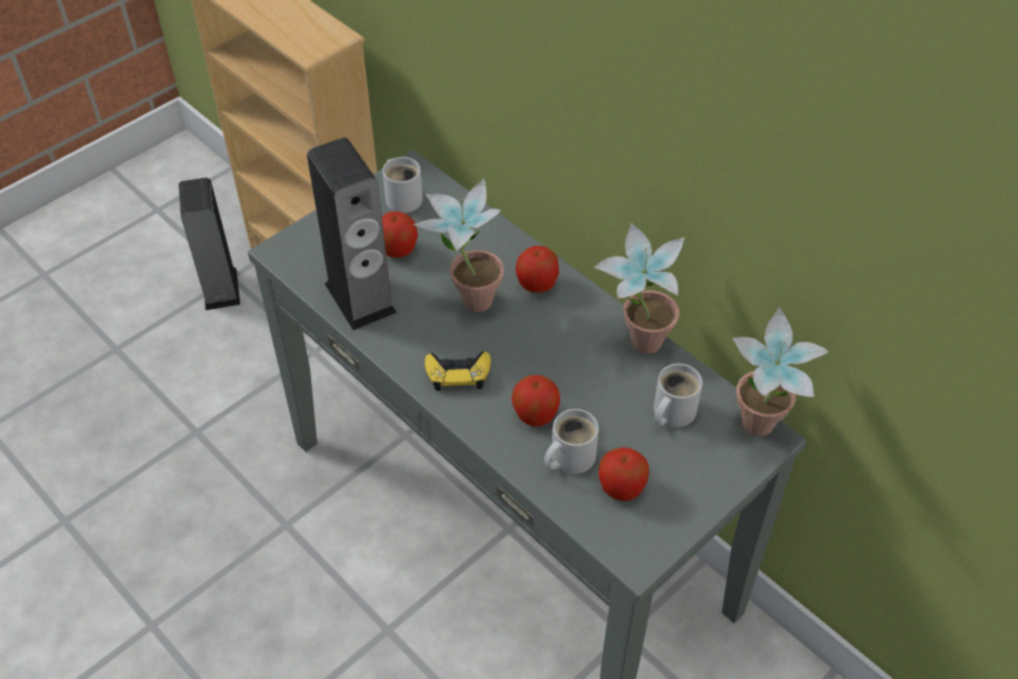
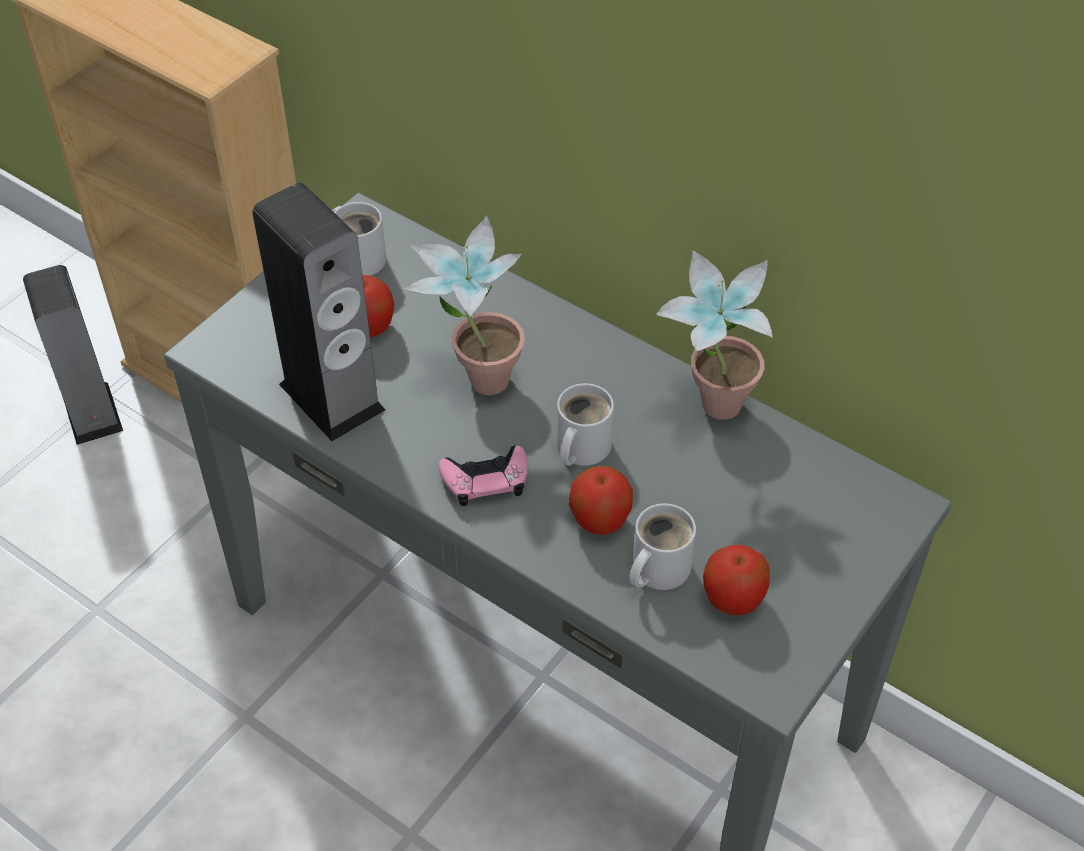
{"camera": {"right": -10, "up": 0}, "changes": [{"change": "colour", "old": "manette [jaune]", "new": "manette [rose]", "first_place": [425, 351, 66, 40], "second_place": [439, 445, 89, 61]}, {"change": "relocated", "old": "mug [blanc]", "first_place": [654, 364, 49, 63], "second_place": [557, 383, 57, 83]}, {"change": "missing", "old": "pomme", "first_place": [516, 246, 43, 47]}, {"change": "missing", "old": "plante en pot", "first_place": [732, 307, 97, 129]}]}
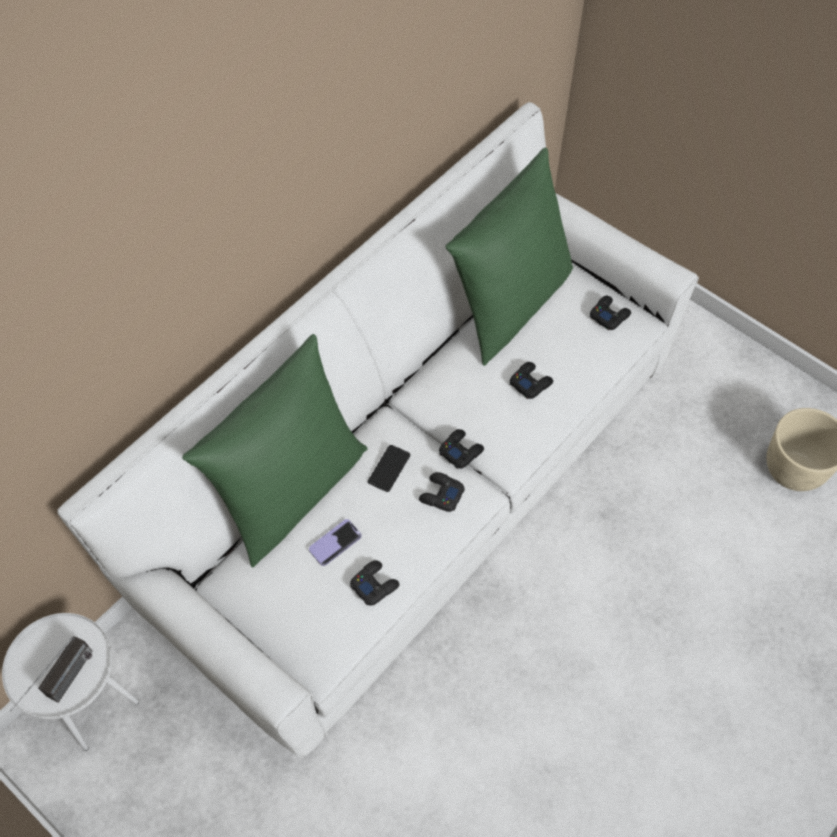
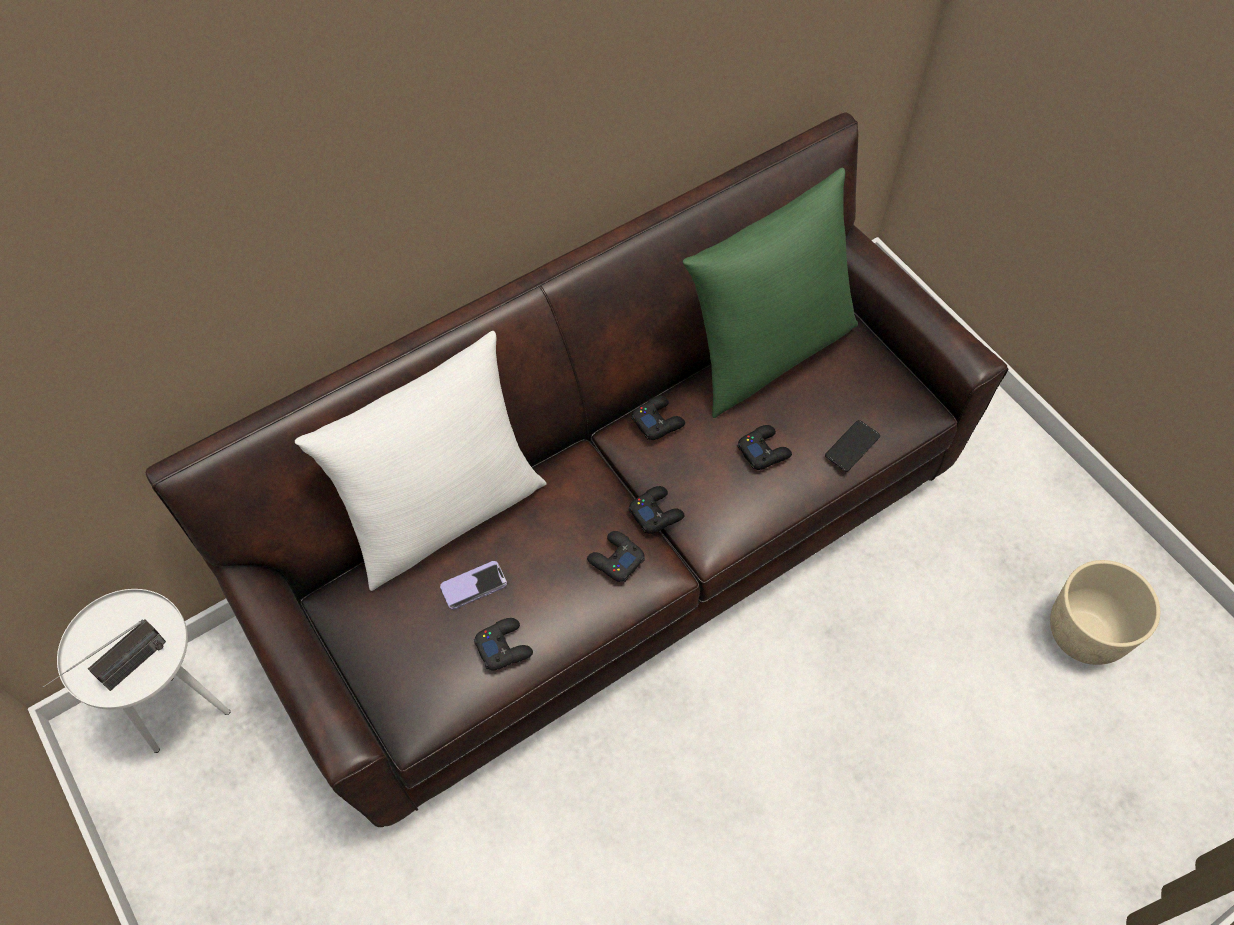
{"camera": {"right": 15, "up": 0}, "changes": [{"change": "colour", "old": "canapé [blanc]", "new": "canapé [marron]", "first_place": [57, 102, 642, 656], "second_place": [146, 112, 862, 715]}, {"change": "colour", "old": "coussin [vert]", "new": "coussin [blanc]", "first_place": [182, 334, 186, 234], "second_place": [295, 331, 252, 260]}, {"change": "relocated", "old": "manette [noir]", "first_place": [590, 296, 41, 34], "second_place": [631, 396, 54, 44]}, {"change": "relocated", "old": "téléphone", "first_place": [368, 445, 42, 47], "second_place": [825, 420, 55, 51]}]}
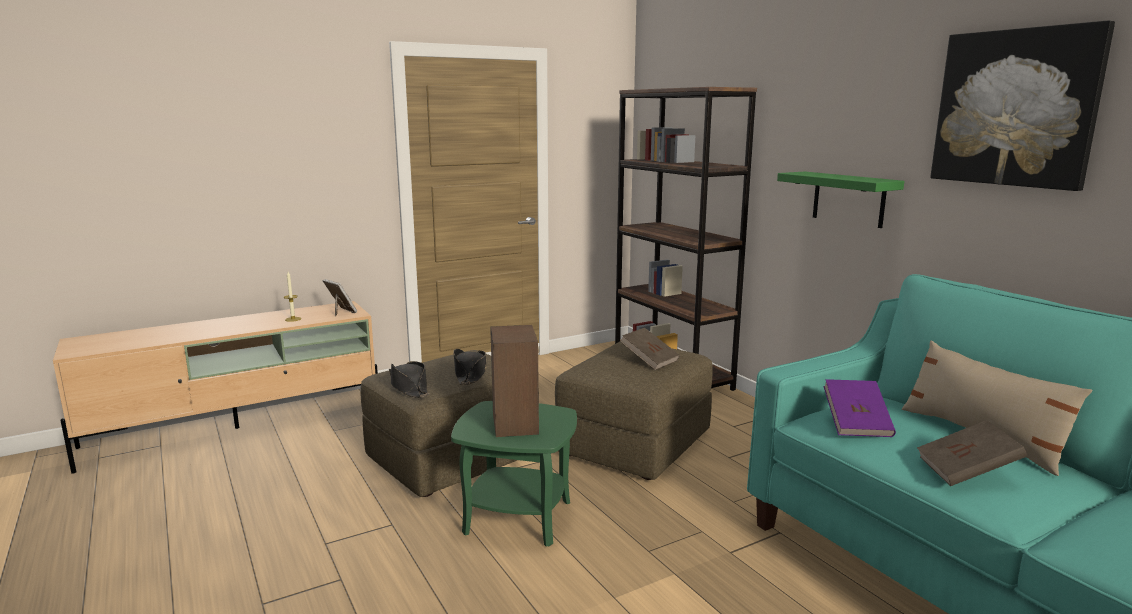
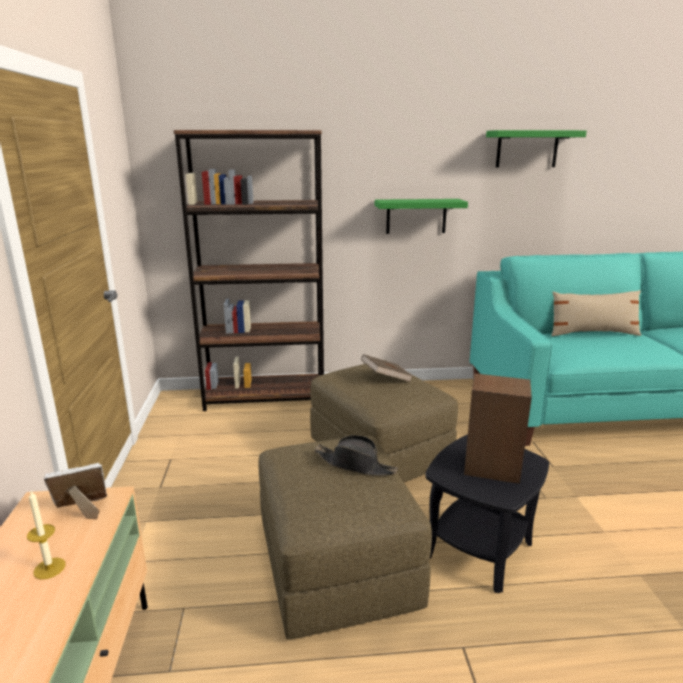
{"camera": {"right": -65, "up": 5}, "changes": [{"change": "colour", "old": "table d'appoint [vert]", "new": "table d'appoint [noir]", "first_place": [451, 401, 126, 146], "second_place": [425, 434, 124, 159]}, {"change": "exchanged", "old": "tableau", "new": "étagère [vert]", "first_place": [931, 21, 184, 170], "second_place": [486, 130, 101, 38]}, {"change": "missing", "old": "chapeau [noir]", "first_place": [389, 361, 40, 37]}, {"change": "missing", "old": "livre [violet]", "first_place": [823, 379, 73, 58]}, {"change": "missing", "old": "livre [marron]", "first_place": [917, 420, 110, 66]}]}
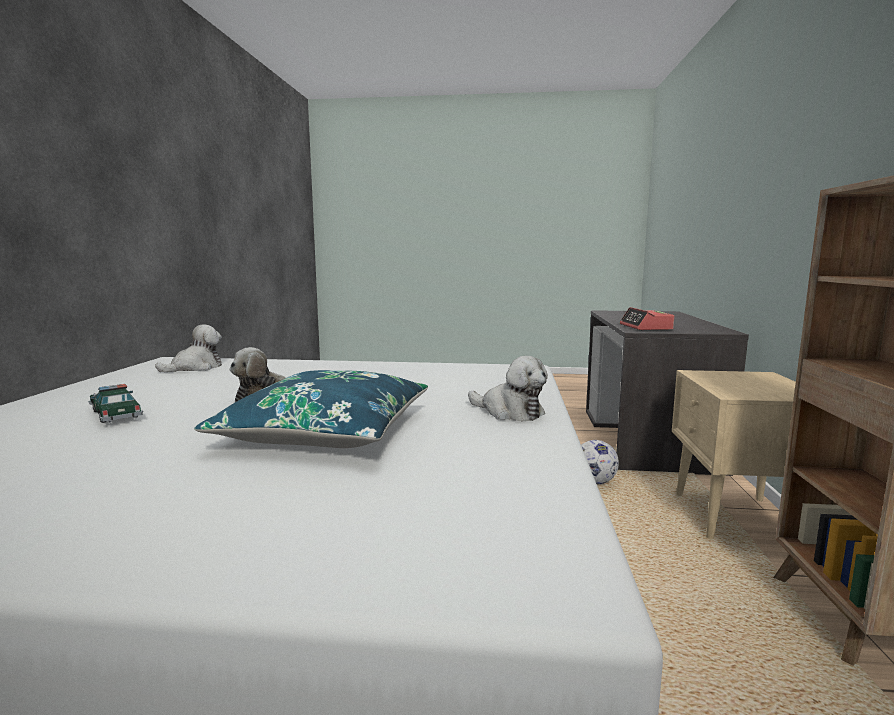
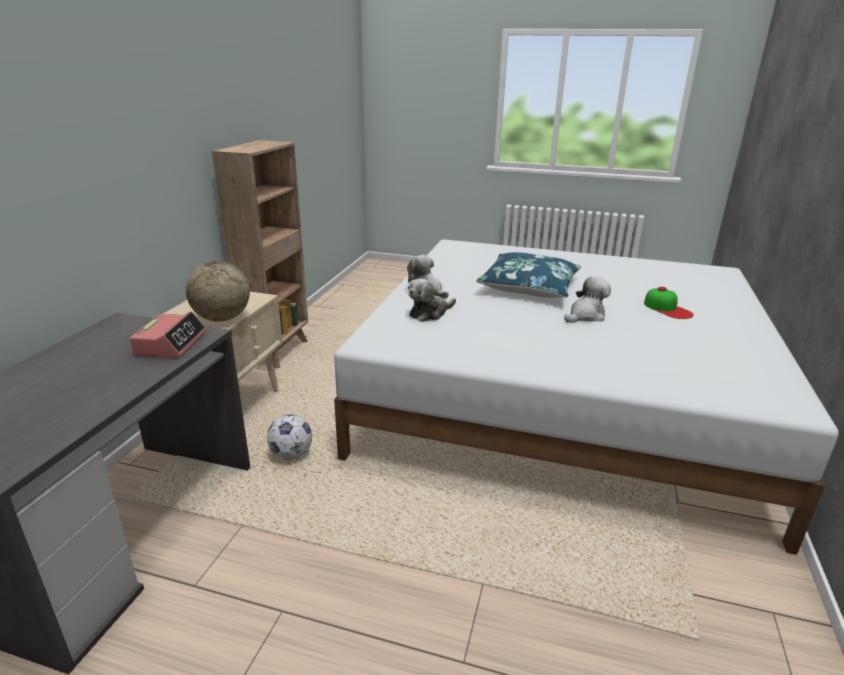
{"camera": {"right": -170, "up": 15}, "changes": [{"change": "appeared", "new": "globe", "second_place": [186, 261, 64, 61]}, {"change": "relocated", "old": "peluche", "first_place": [155, 325, 67, 47], "second_place": [409, 279, 47, 43]}, {"change": "exchanged", "old": "petite voiture", "new": "casquette", "first_place": [88, 384, 55, 39], "second_place": [644, 287, 50, 32]}]}
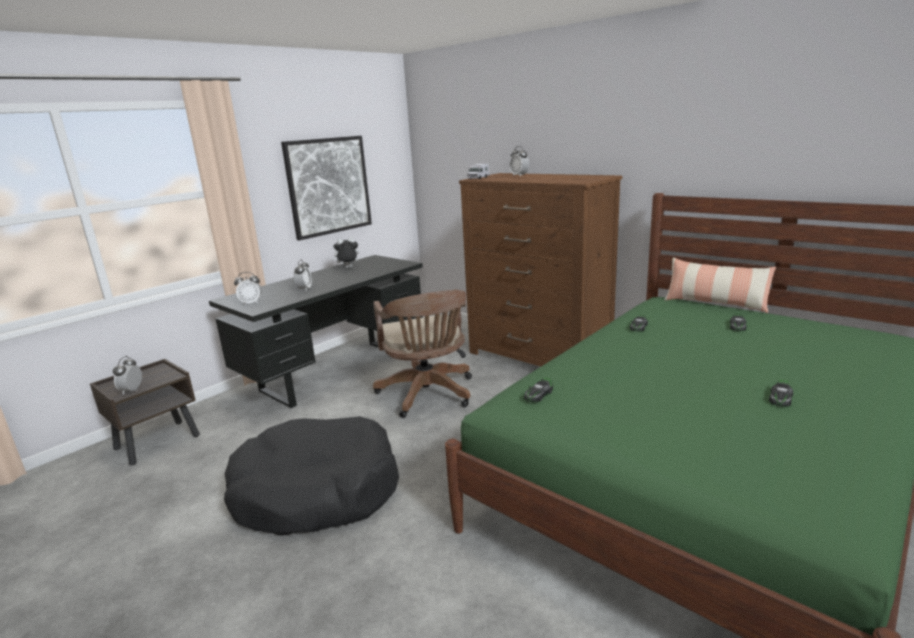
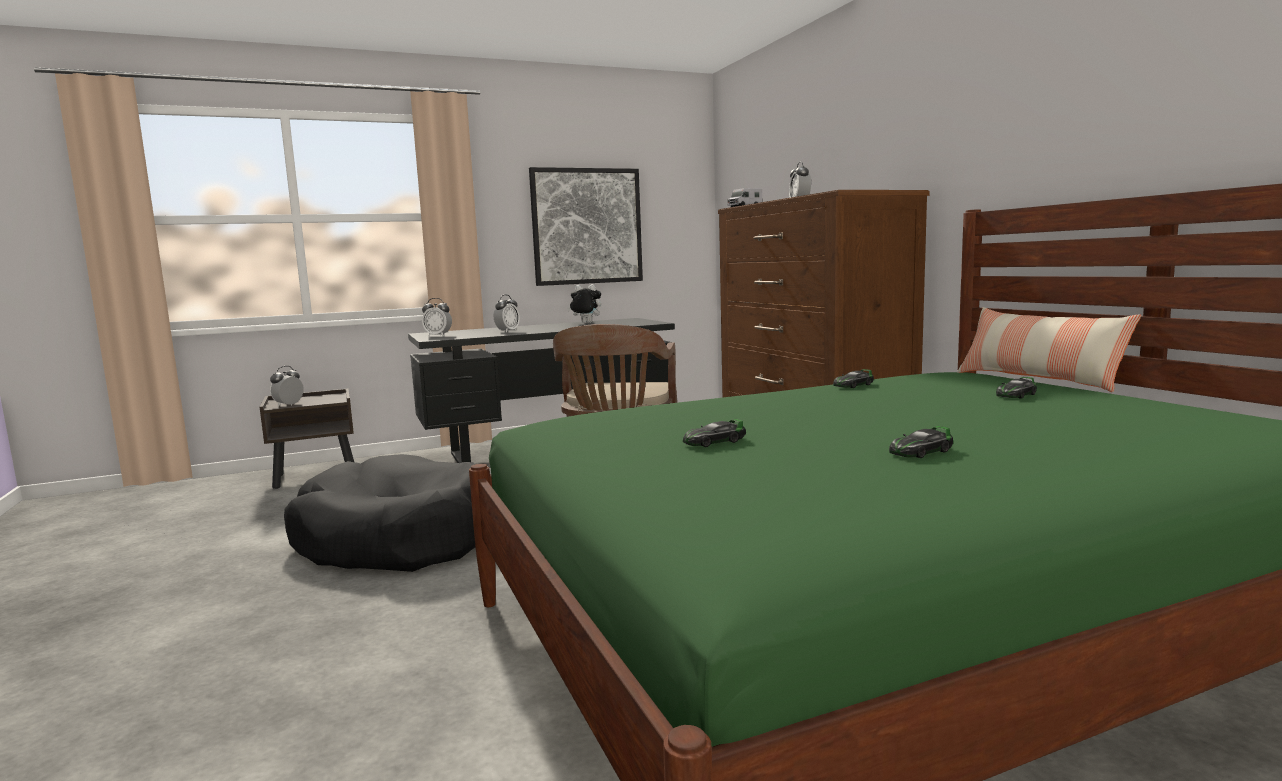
{"camera": {"right": 25, "up": -10}, "changes": [{"change": "relocated", "old": "petite voiture", "first_place": [524, 378, 29, 25], "second_place": [683, 419, 63, 28]}]}
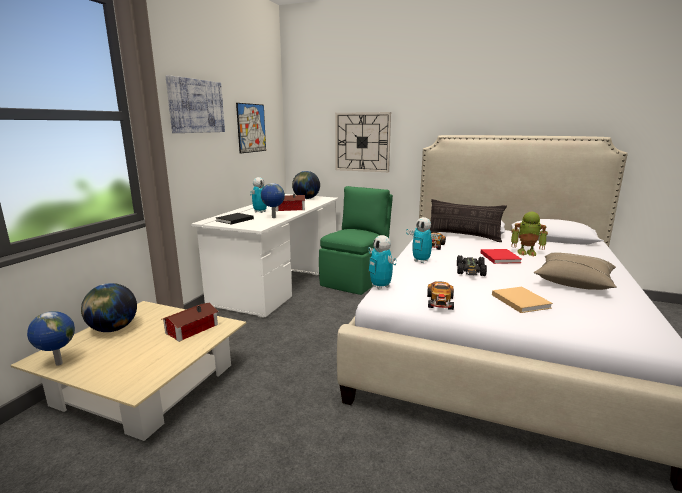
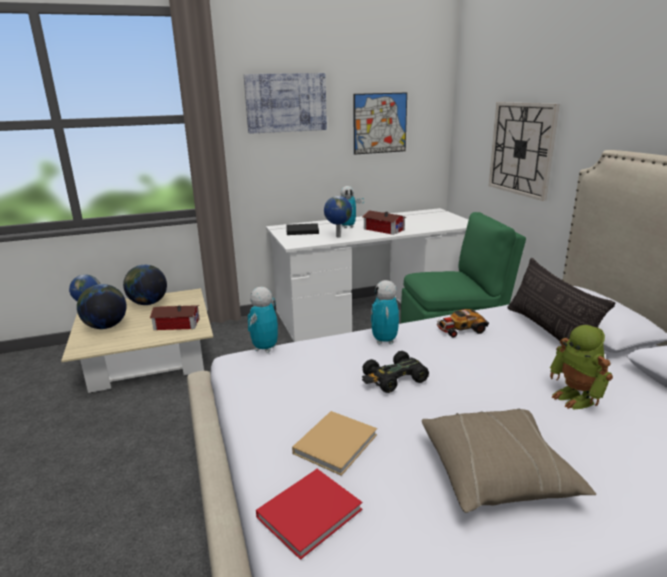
{"camera": {"right": 50, "up": 5}, "changes": [{"change": "relocated", "old": "globe", "first_place": [292, 171, 28, 28], "second_place": [77, 284, 49, 45]}, {"change": "relocated", "old": "livre [rouge]", "first_place": [481, 249, 40, 15], "second_place": [256, 469, 106, 91]}, {"change": "missing", "old": "petite voiture", "first_place": [427, 281, 27, 29]}]}
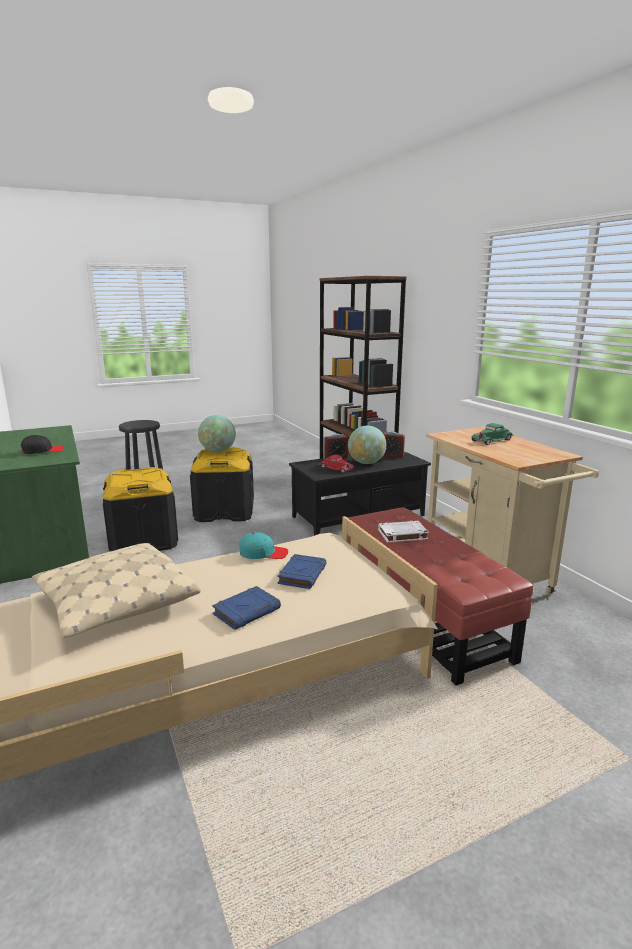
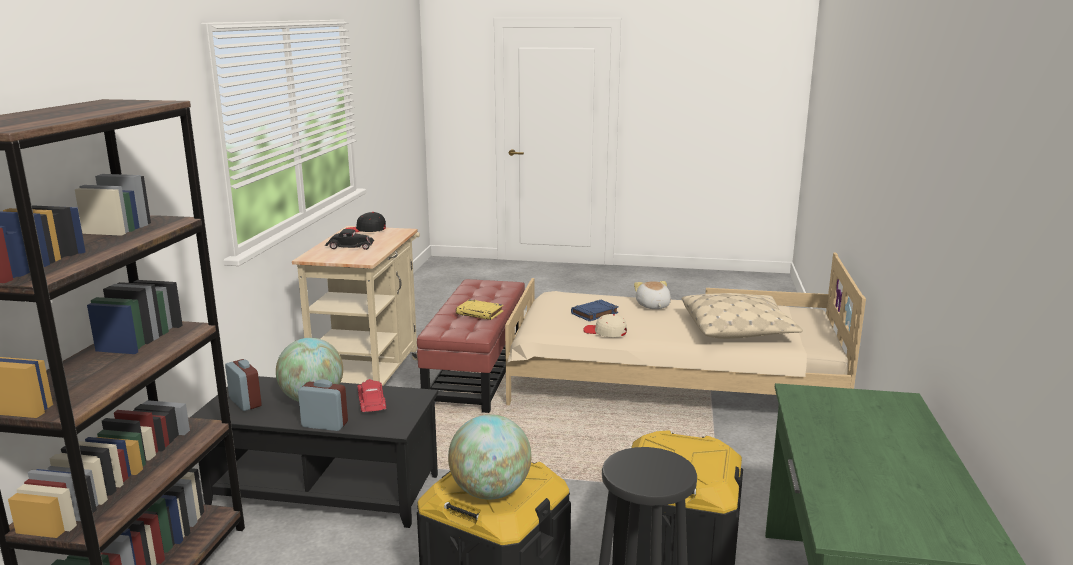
{"camera": {"right": -145, "up": 0}, "changes": [{"change": "colour", "old": "petite voiture [vert]", "new": "petite voiture [noir]", "first_place": [471, 423, 42, 22], "second_place": [325, 229, 49, 21]}, {"change": "relocated", "old": "casquette [noir]", "first_place": [21, 435, 43, 19], "second_place": [345, 212, 41, 20]}, {"change": "colour", "old": "livre [blanc]", "new": "livre [jaune]", "first_place": [378, 521, 51, 21], "second_place": [456, 299, 48, 21]}, {"change": "colour", "old": "casquette [turquoise]", "new": "casquette [beige]", "first_place": [239, 532, 49, 27], "second_place": [583, 314, 44, 23]}, {"change": "exchanged", "old": "livre [bleu]", "new": "peluche", "first_place": [212, 586, 69, 44], "second_place": [634, 281, 37, 28]}]}
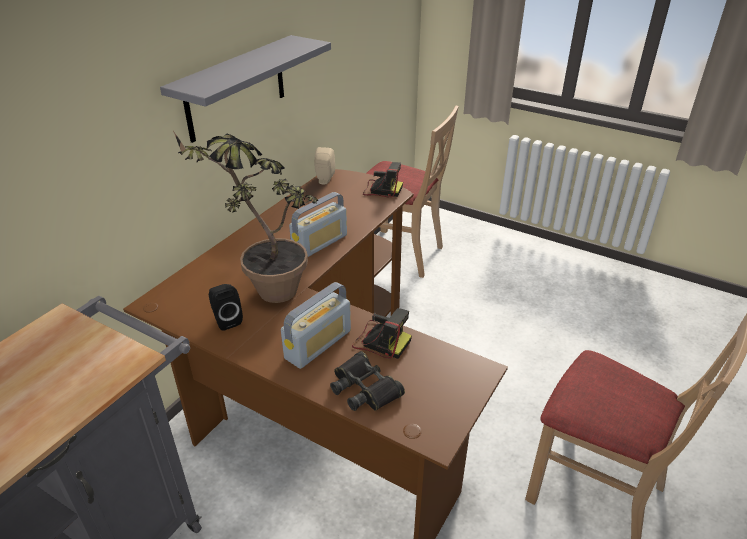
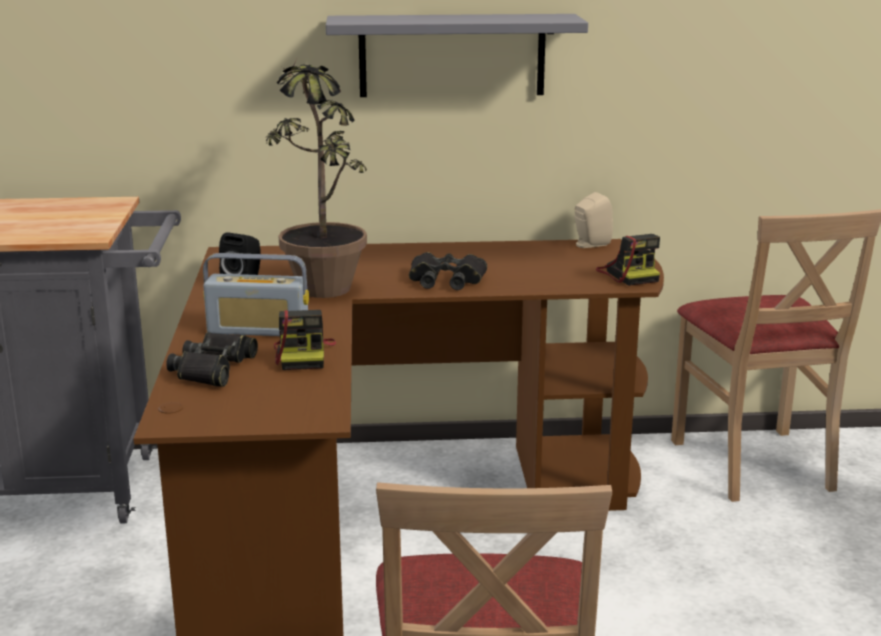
{"camera": {"right": 55, "up": -15}, "changes": [{"change": "exchanged", "old": "radio", "new": "jumelles [noir]", "first_place": [289, 192, 58, 65], "second_place": [409, 252, 78, 38]}]}
